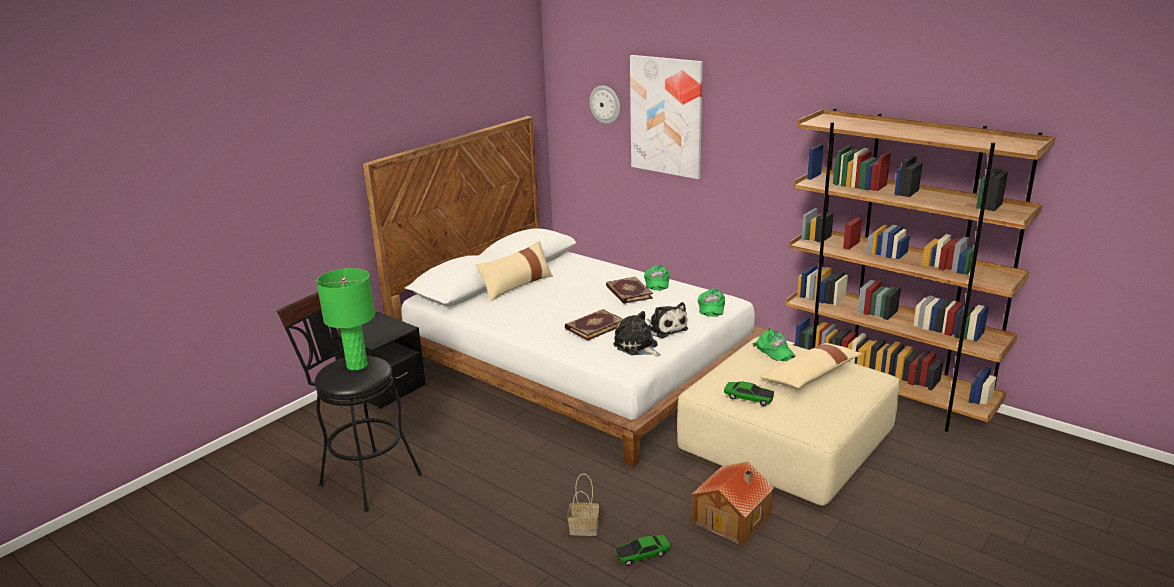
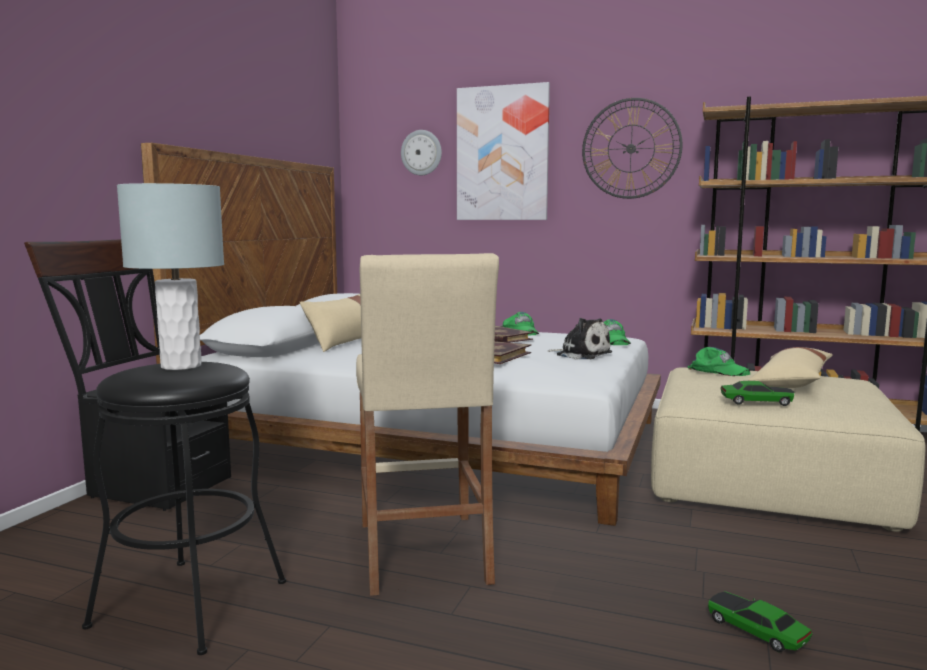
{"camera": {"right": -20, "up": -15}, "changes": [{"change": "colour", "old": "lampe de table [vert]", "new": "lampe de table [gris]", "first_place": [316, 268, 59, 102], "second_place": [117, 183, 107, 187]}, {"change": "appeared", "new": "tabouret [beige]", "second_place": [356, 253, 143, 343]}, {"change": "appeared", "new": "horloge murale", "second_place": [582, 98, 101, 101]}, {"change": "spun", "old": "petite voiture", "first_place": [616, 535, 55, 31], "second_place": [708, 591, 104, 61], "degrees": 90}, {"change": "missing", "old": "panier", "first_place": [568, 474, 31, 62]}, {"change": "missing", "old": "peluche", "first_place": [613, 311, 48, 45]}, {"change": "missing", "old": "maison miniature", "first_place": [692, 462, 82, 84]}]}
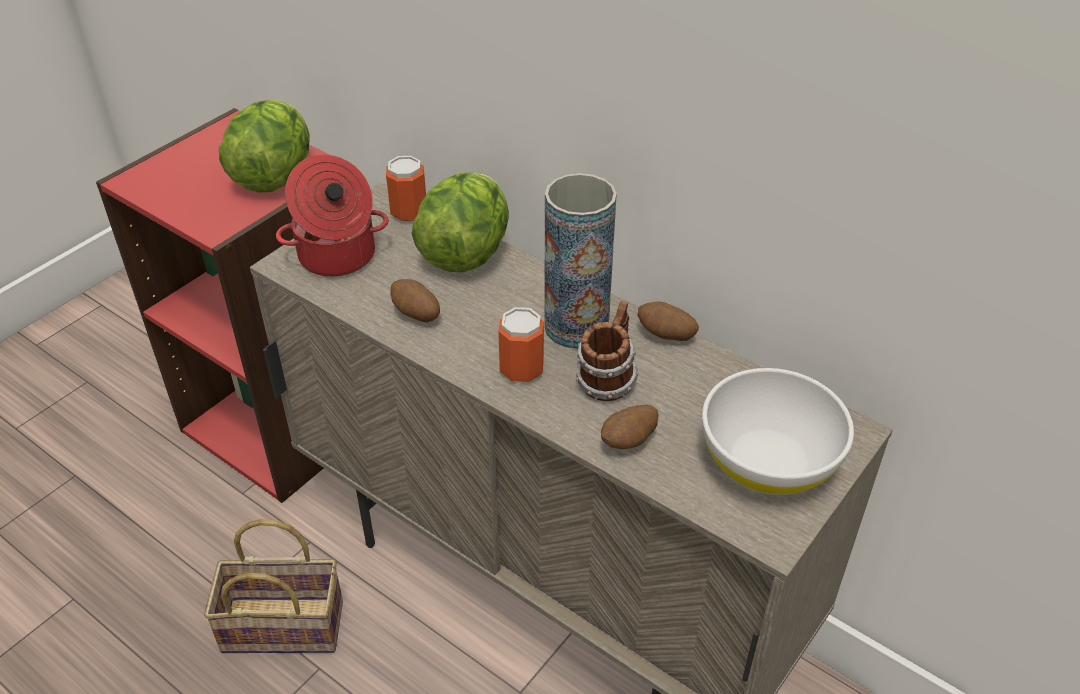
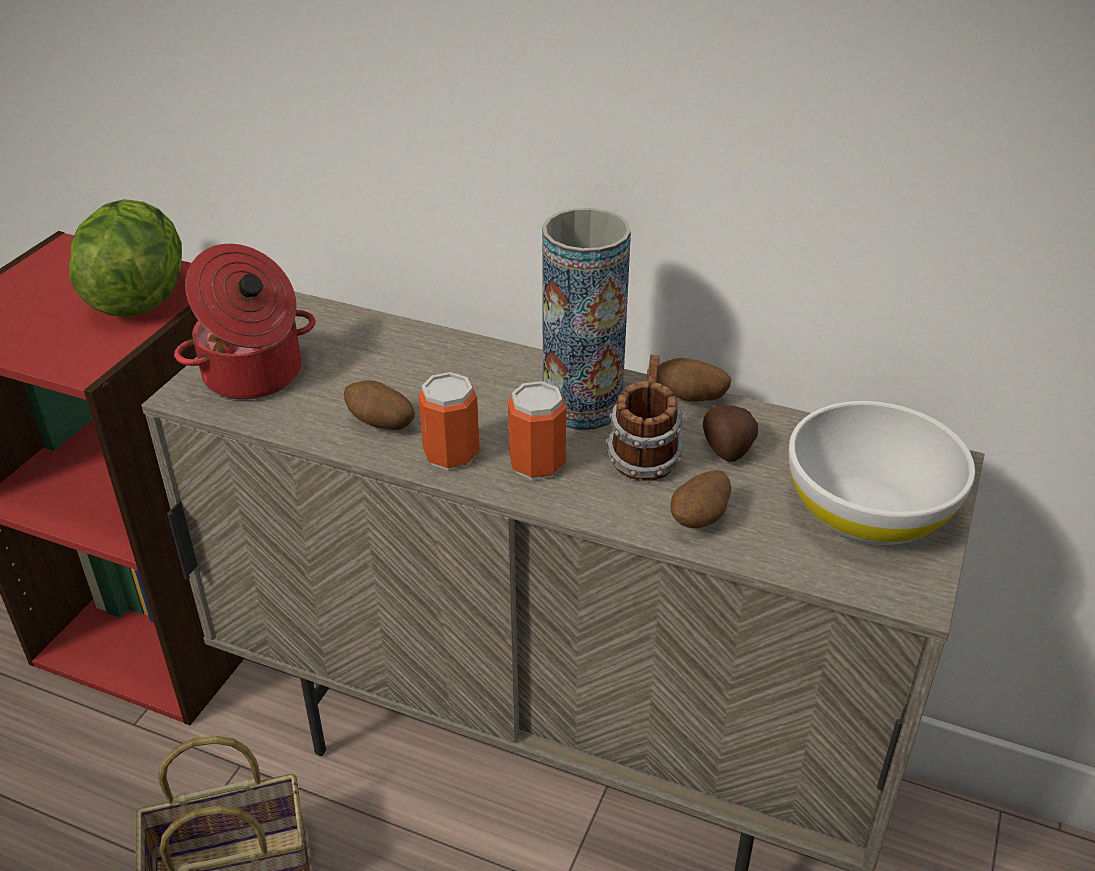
{"camera": {"right": -15, "up": -5}, "changes": [{"change": "relocated", "old": "boîte métallique", "first_place": [386, 156, 40, 66], "second_place": [418, 372, 62, 98]}, {"change": "appeared", "new": "pomme de terre", "second_place": [703, 405, 55, 57]}, {"change": "missing", "old": "laitue", "first_place": [412, 172, 97, 101]}]}
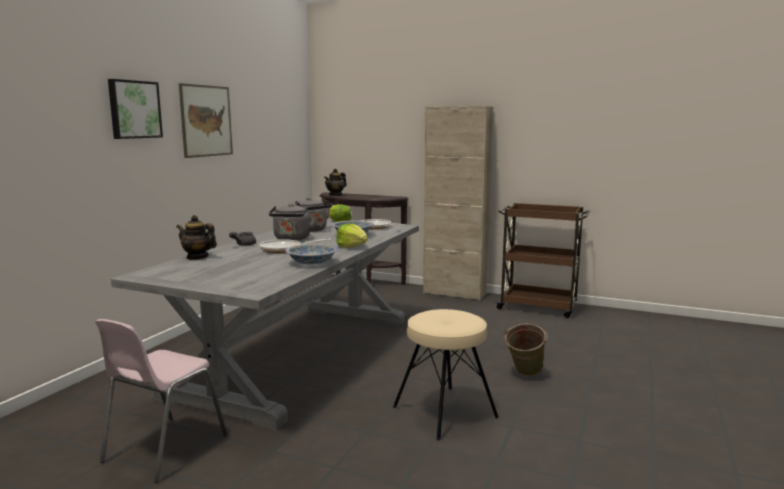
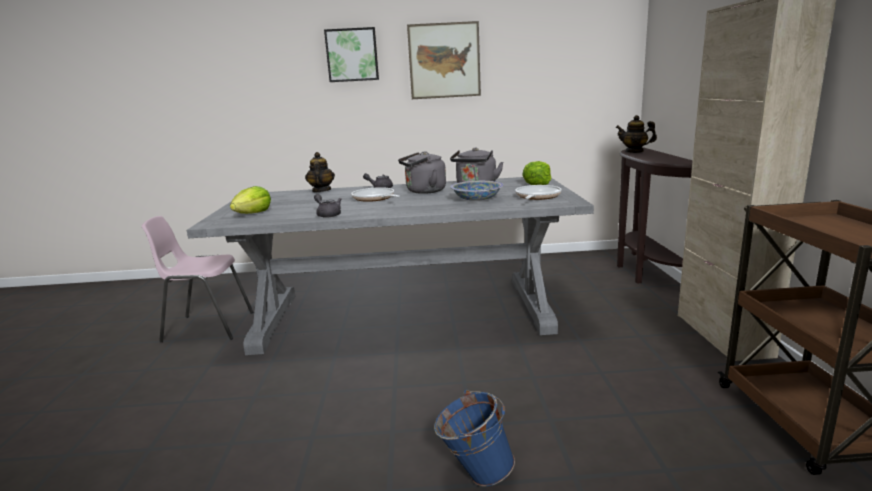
{"camera": {"right": 65, "up": 5}, "changes": [{"change": "relocated", "old": "laitue", "first_place": [336, 224, 32, 24], "second_place": [230, 186, 41, 28]}, {"change": "exchanged", "old": "bol", "new": "théière [gris]", "first_place": [285, 244, 53, 20], "second_place": [314, 194, 28, 24]}, {"change": "colour", "old": "seau [vert]", "new": "seau [bleu]", "first_place": [505, 324, 43, 52], "second_place": [434, 390, 81, 96]}, {"change": "missing", "old": "tabouret [beige]", "first_place": [393, 309, 106, 132]}]}
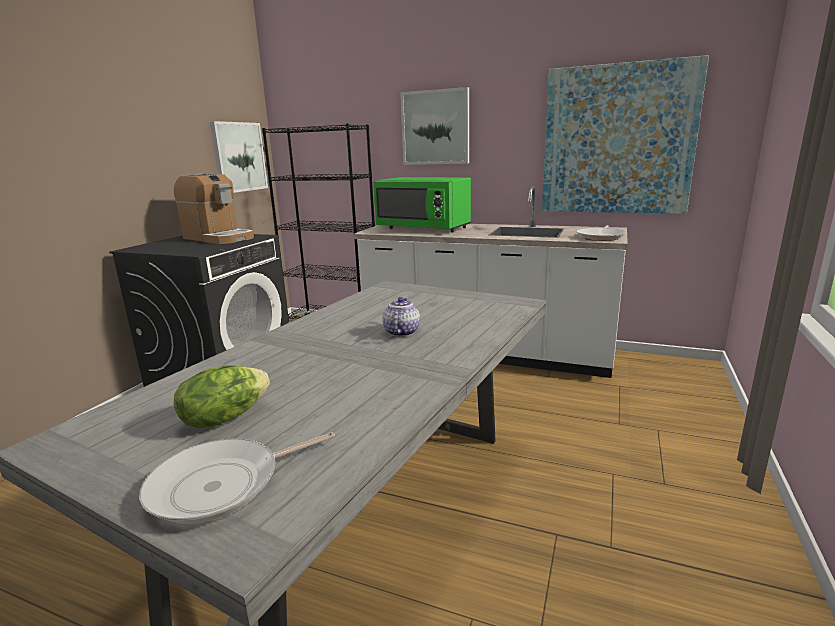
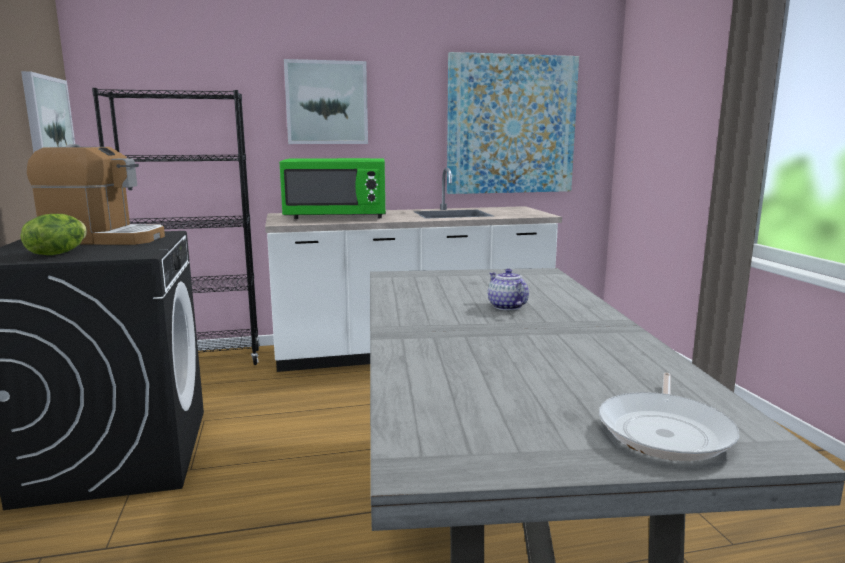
{"camera": {"right": -35, "up": -5}, "changes": [{"change": "relocated", "old": "laitue", "first_place": [174, 365, 96, 63], "second_place": [20, 214, 67, 41]}, {"change": "missing", "old": "poêle", "first_place": [576, 225, 50, 16]}]}
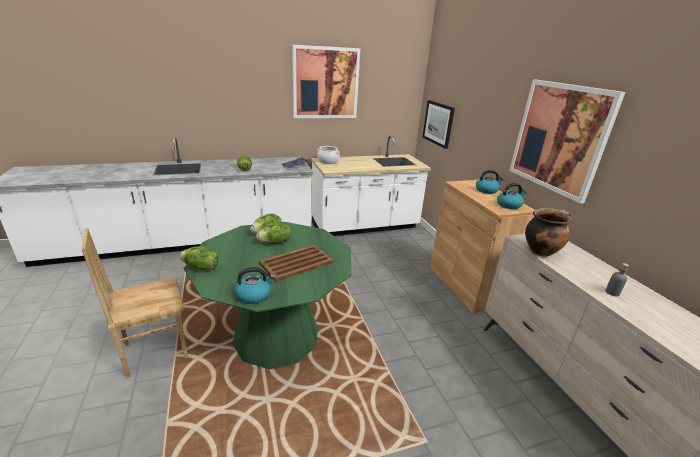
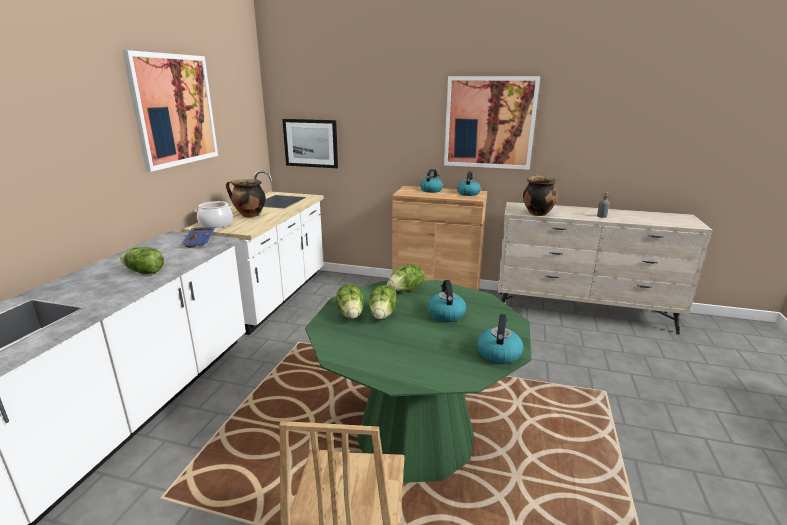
{"camera": {"right": -55, "up": -5}, "changes": [{"change": "appeared", "new": "marmite", "second_place": [226, 179, 40, 38]}, {"change": "relocated", "old": "laitue", "first_place": [179, 247, 40, 23], "second_place": [387, 264, 38, 28]}, {"change": "exchanged", "old": "plateau [marron]", "new": "bouilloire", "first_place": [259, 244, 74, 38], "second_place": [427, 280, 39, 42]}]}
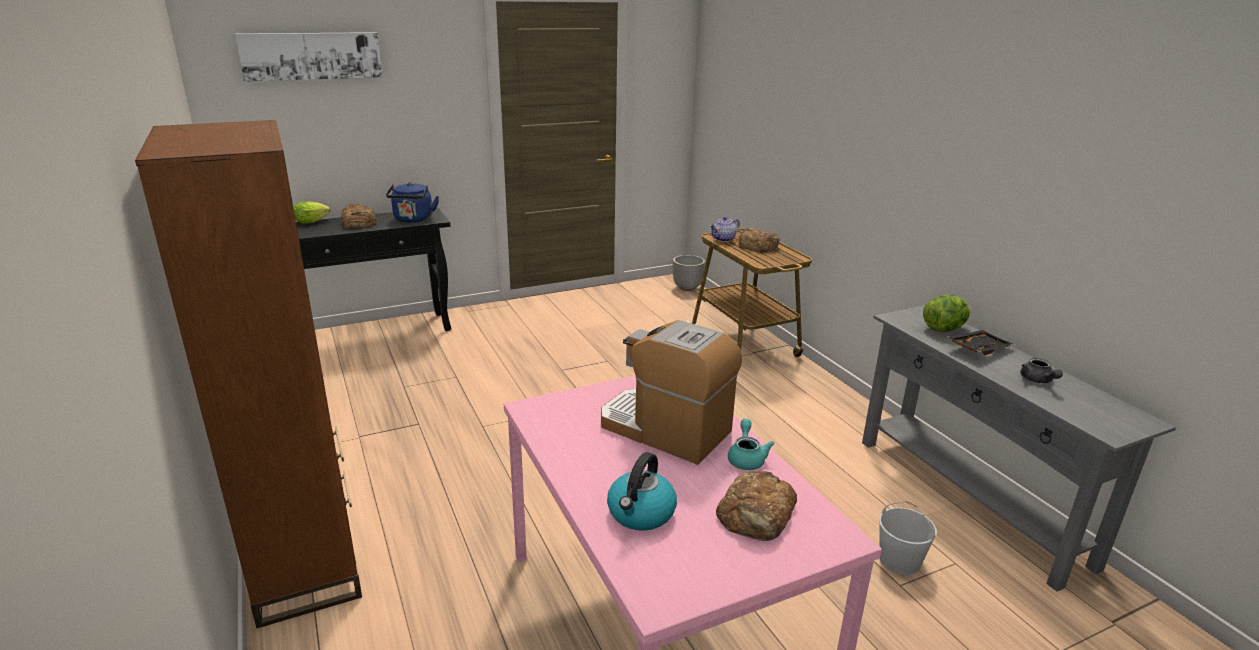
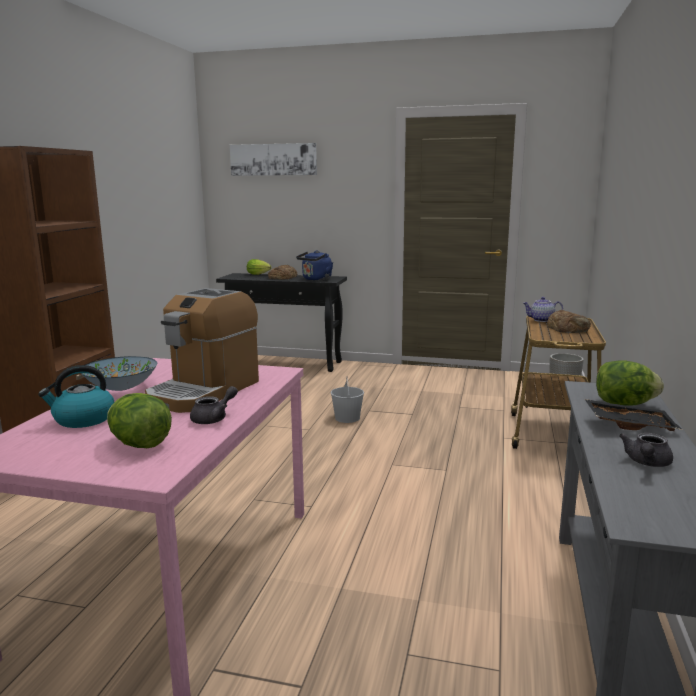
{"camera": {"right": 40, "up": -10}, "changes": [{"change": "appeared", "new": "bol", "second_place": [81, 356, 76, 35]}, {"change": "exchanged", "old": "pain", "new": "laitue", "first_place": [716, 471, 81, 70], "second_place": [107, 393, 65, 55]}, {"change": "spun", "old": "machine à café", "first_place": [601, 320, 141, 145], "second_place": [145, 288, 114, 125], "degrees": -135}, {"change": "colour", "old": "théière [turquoise]", "new": "théière [gris]", "first_place": [728, 419, 47, 51], "second_place": [190, 386, 48, 38]}, {"change": "relocated", "old": "seau [blanc]", "first_place": [879, 501, 58, 74], "second_place": [331, 376, 33, 47]}]}
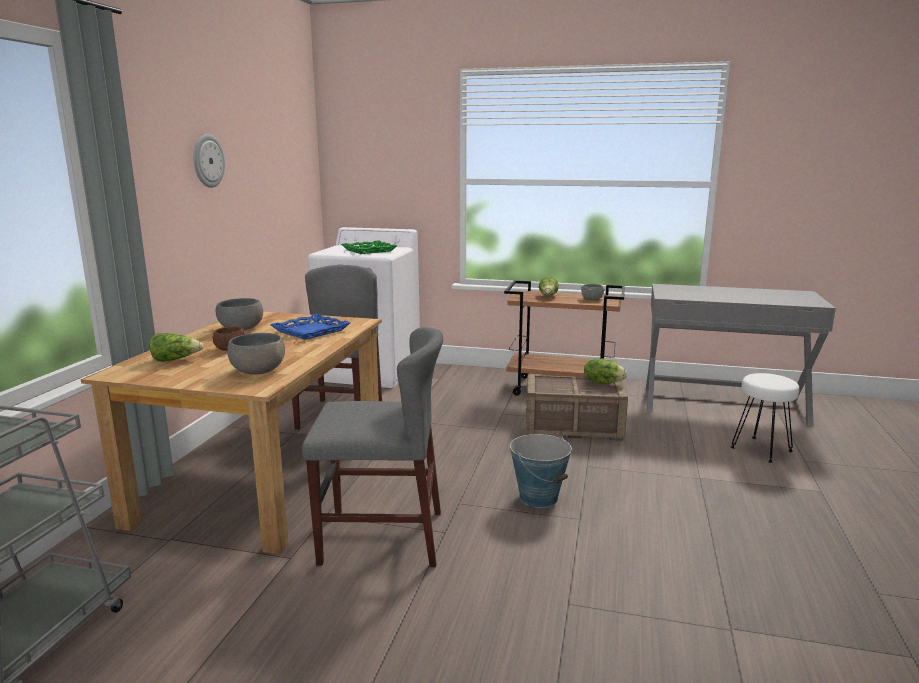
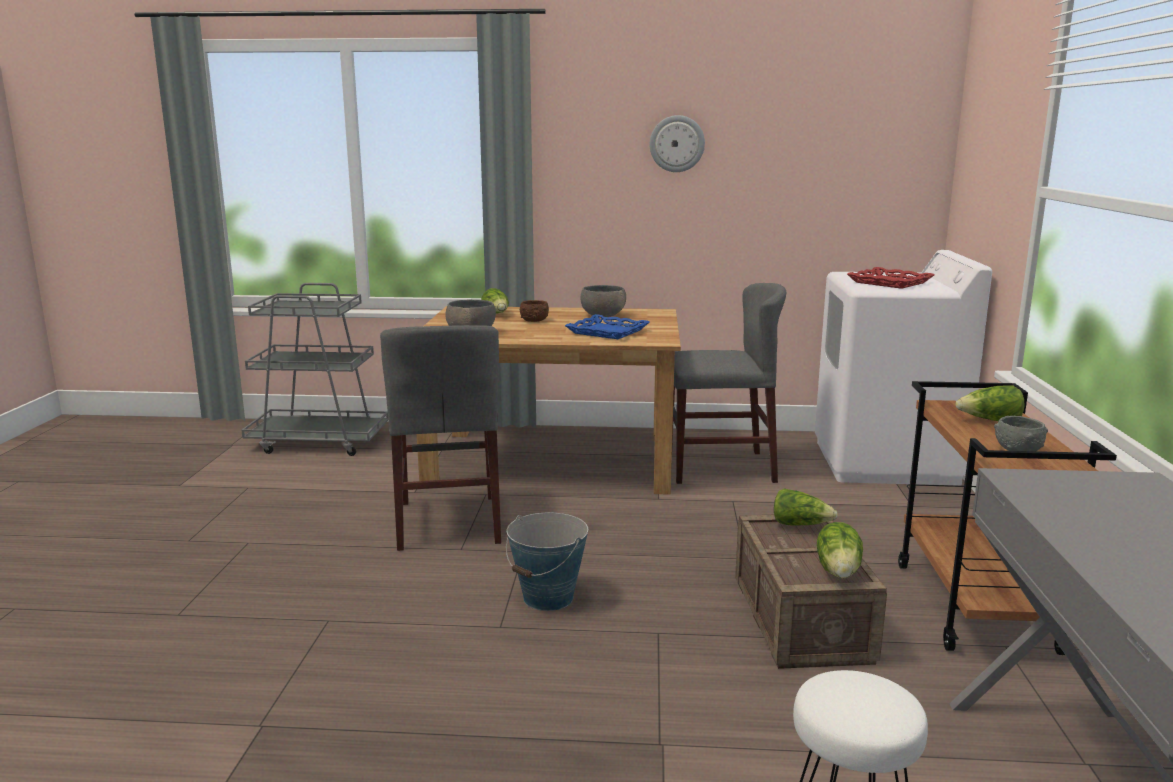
{"camera": {"right": 80, "up": 0}, "changes": [{"change": "appeared", "new": "laitue", "second_place": [774, 488, 64, 38]}, {"change": "colour", "old": "plateau [vert]", "new": "plateau [rouge]", "first_place": [341, 240, 56, 14], "second_place": [847, 267, 88, 22]}]}
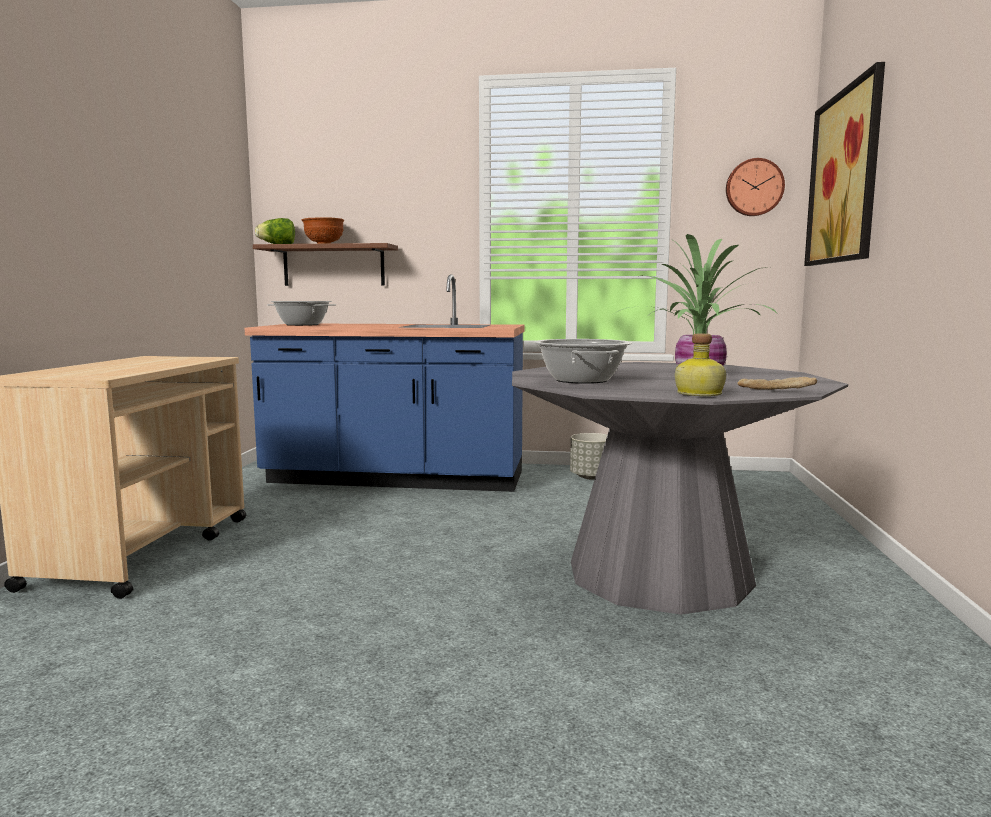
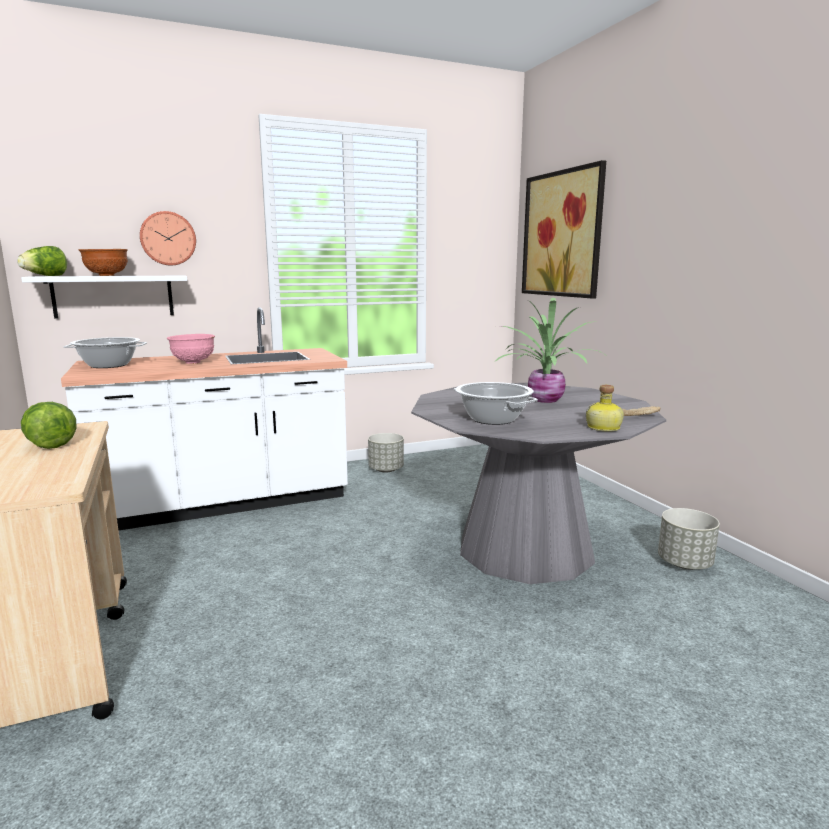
{"camera": {"right": -30, "up": 5}, "changes": [{"change": "colour", "old": "étagère [marron]", "new": "étagère [blanc]", "first_place": [253, 243, 145, 43], "second_place": [21, 276, 166, 43]}, {"change": "appeared", "new": "laitue", "second_place": [21, 402, 56, 47]}, {"change": "colour", "old": "comptoir de cuisine [bleu]", "new": "comptoir de cuisine [blanc]", "first_place": [245, 275, 280, 217], "second_place": [61, 307, 287, 224]}, {"change": "relocated", "old": "horloge murale", "first_place": [726, 158, 59, 58], "second_place": [140, 211, 56, 54]}, {"change": "appeared", "new": "bol [rose]", "second_place": [167, 334, 48, 30]}, {"change": "appeared", "new": "cache-pot [gris]", "second_place": [658, 508, 62, 62]}]}
